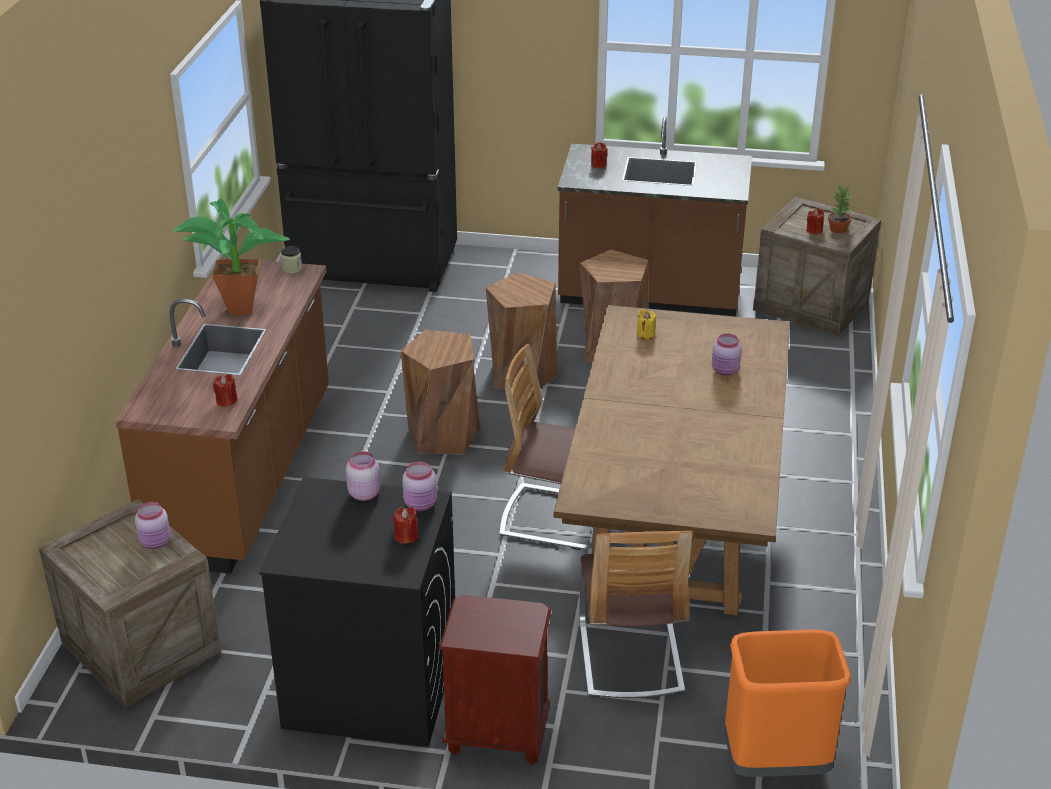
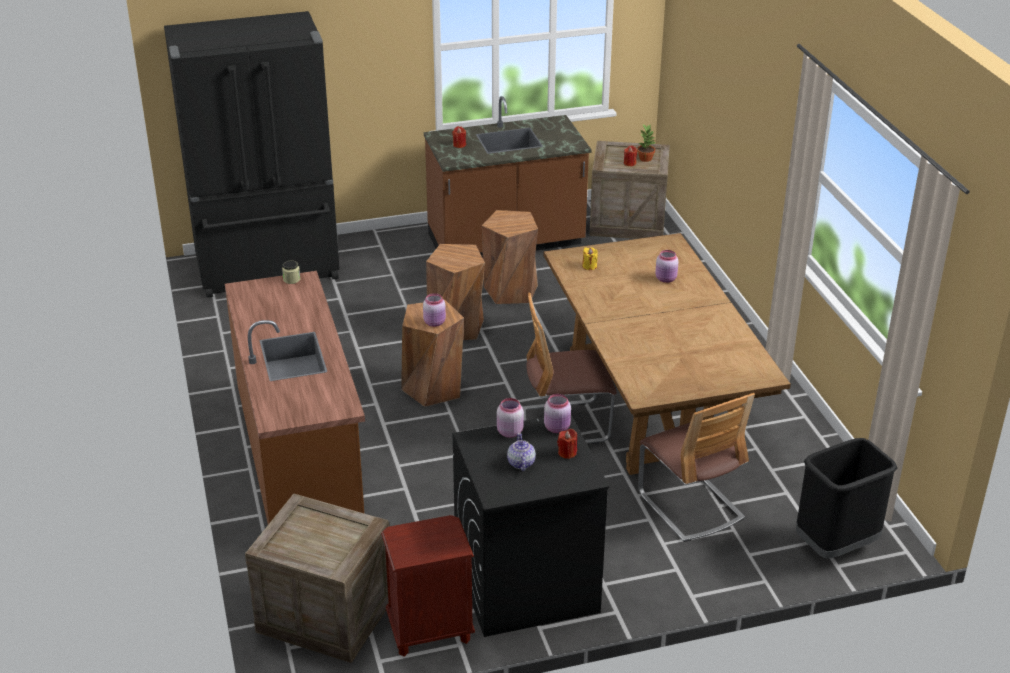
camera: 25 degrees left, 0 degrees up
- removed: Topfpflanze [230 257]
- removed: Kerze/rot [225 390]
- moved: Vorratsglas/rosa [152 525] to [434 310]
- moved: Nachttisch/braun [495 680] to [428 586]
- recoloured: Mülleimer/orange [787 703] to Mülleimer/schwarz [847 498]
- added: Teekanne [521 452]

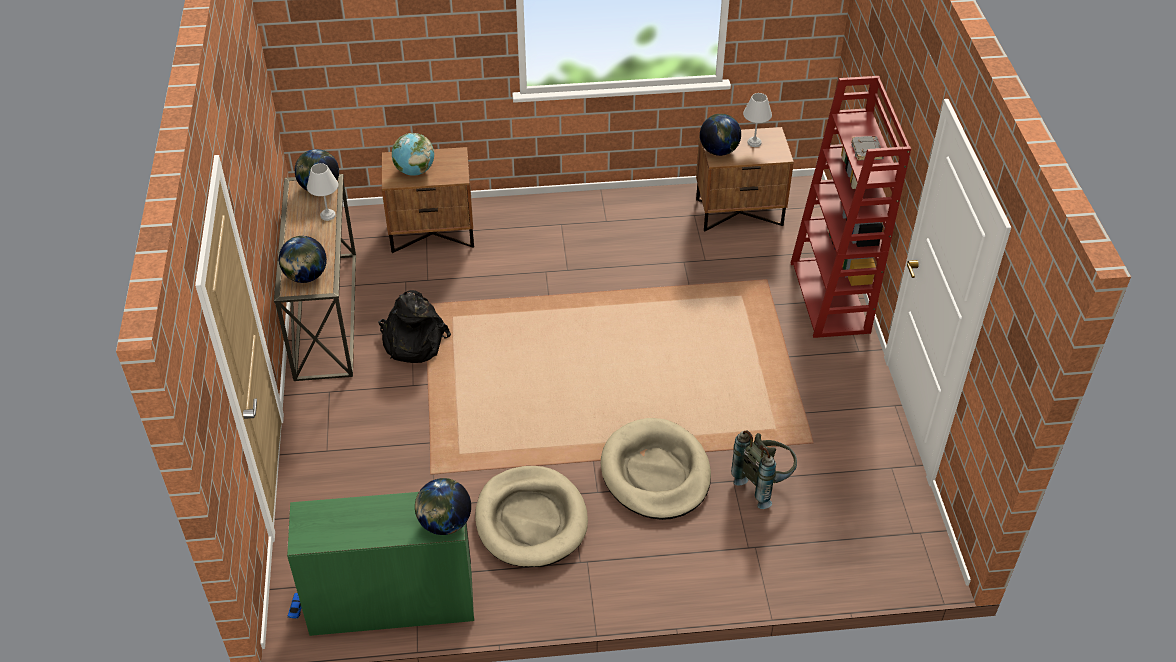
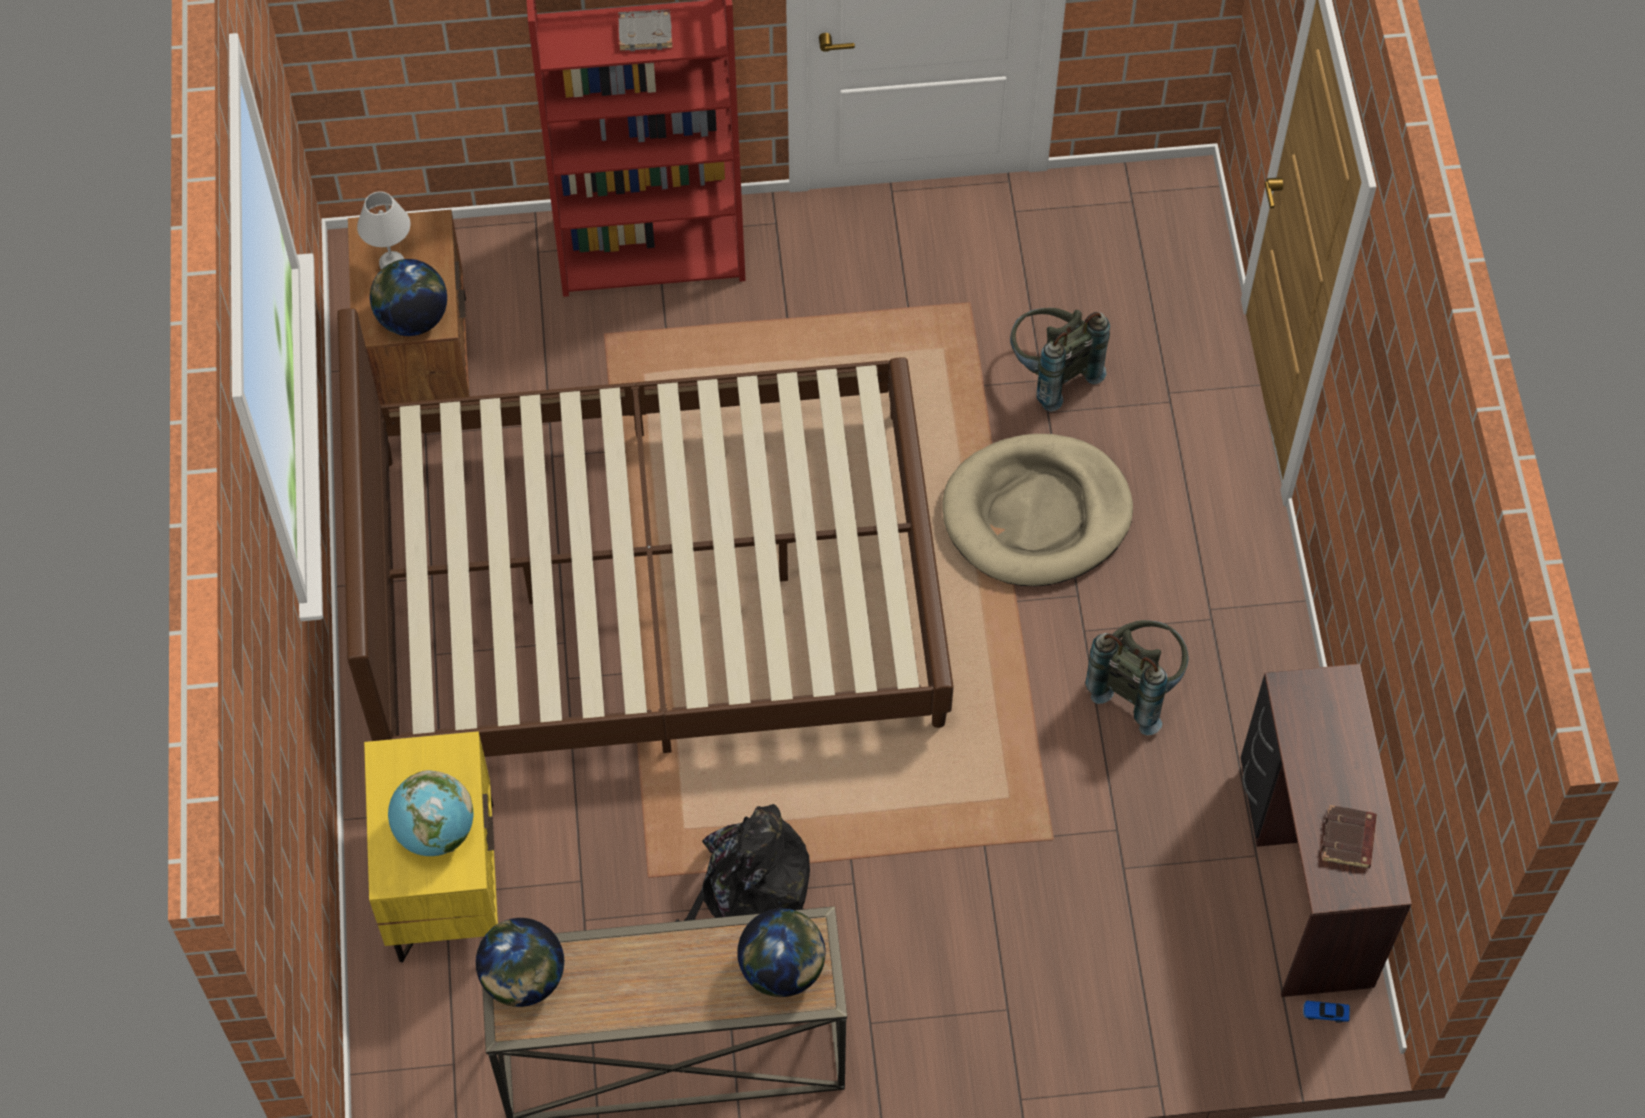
camera: 90 degrees left, 15 degrees up
- recoloured: Nachttisch/braun [428 200] to Nachttisch/gelb [431 847]
- removed: Tischlampe/weiß [322 192]
- replaced: Hundebett/beige [531 516] to Rucksack/grau [1137 677]
- removed: Globus [443 506]
- recoloured: Schreibtisch/grün [380 564] to Schreibtisch/braun [1326 830]
- added: Bett/braun [645 533]
- added: Buch/braun [1349 836]

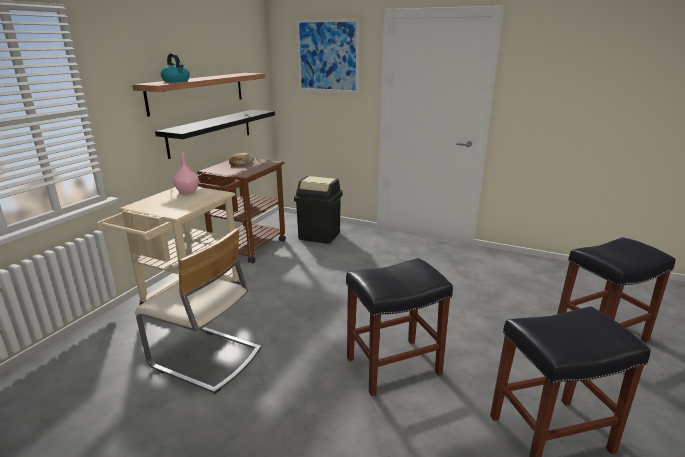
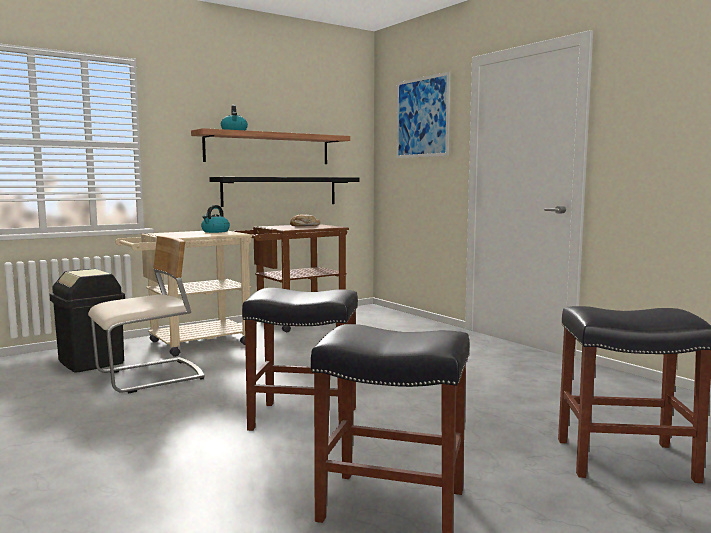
camera: 30 degrees right, 15 degrees down
- replaced: Vase/rosa [186 173] to Wasserkessel [215 219]
- moved: Mülleimer/schwarz [318 210] to [87 320]
- turned: Stuhl/beige [198 311] = [146 314] 90 degrees counterclockwise

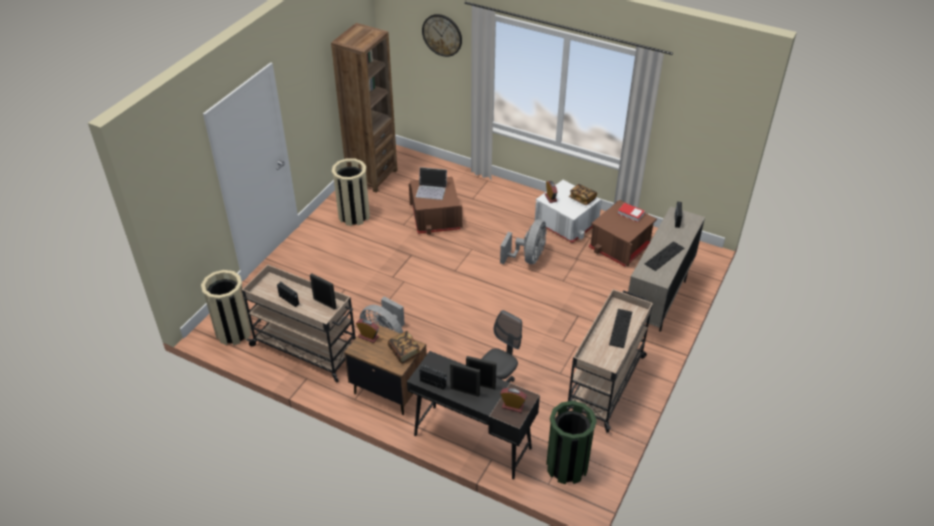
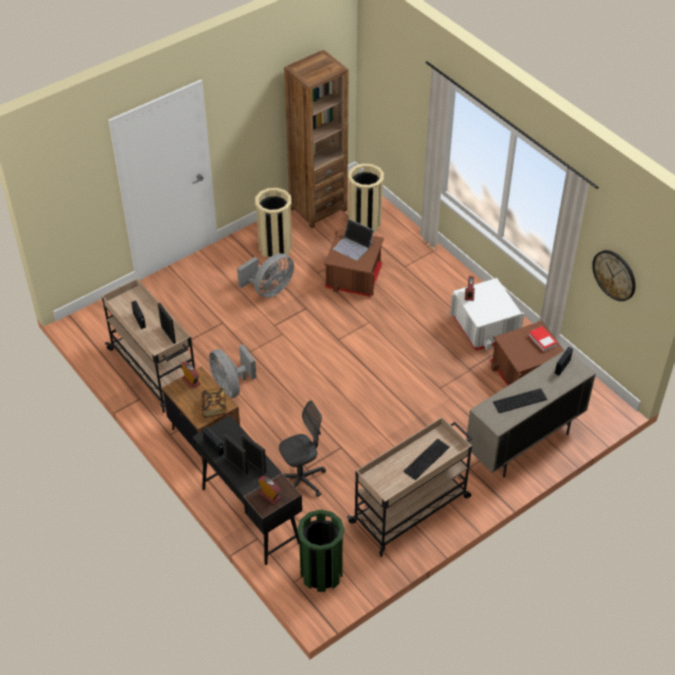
camera: 25 degrees right, 5 degrees up
- moved: Wanduhr [442 35] to [614 275]
- removed: Buch [583 194]
- moved: Ventilator/grau [523 241] to [265 275]
- moved: Mülleimer/beige [226 307] to [366 198]

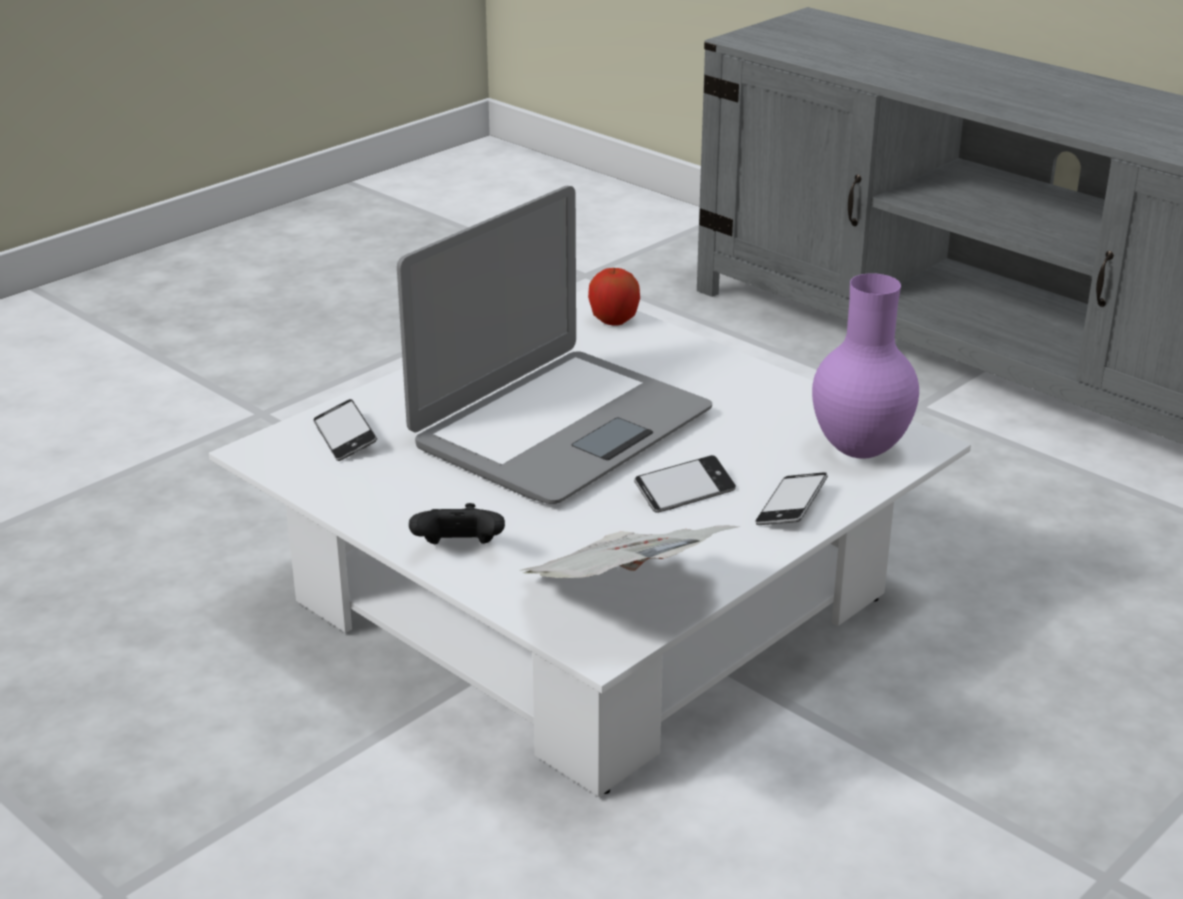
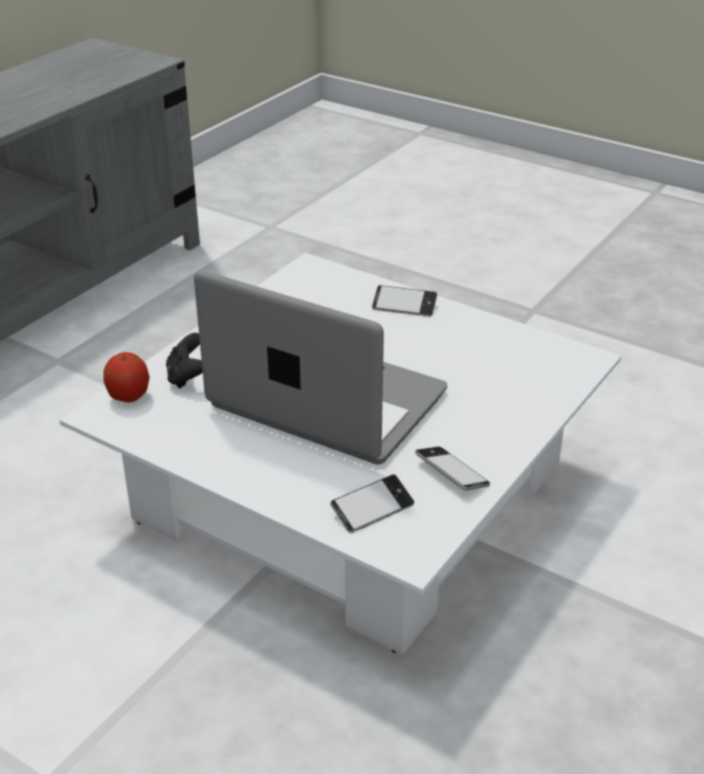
camera: 100 degrees left, 5 degrees up
- removed: Vase/lila [865 366]
- moved: Handy [685 484] to [452 468]
- moved: Gamepad/schwarz [457 523] to [184 361]
- removed: Zeitung [631 551]

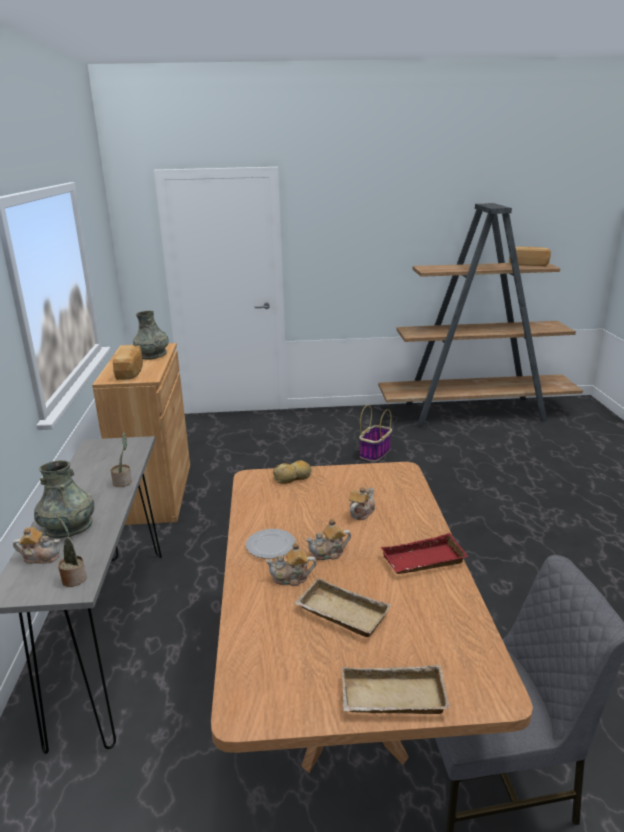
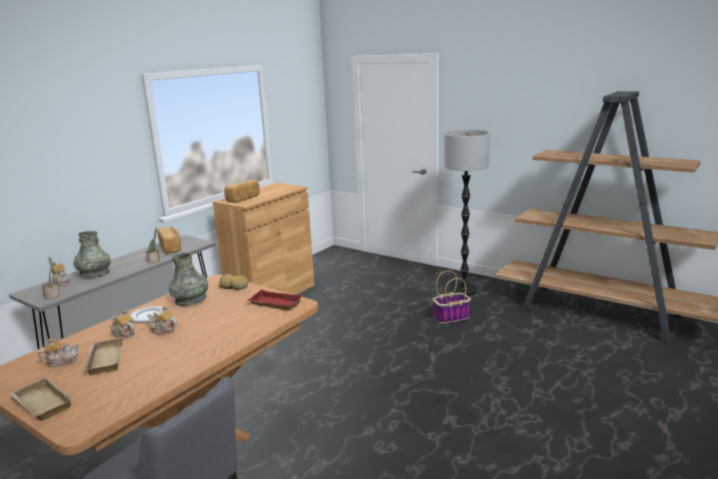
camera: 40 degrees right, 5 degrees down
- moved: Brot [530 256] to [169 240]
- moved: Vase/grau [151 335] to [188 279]
- moved: Teekanne [362 503] to [58 352]
- moved: Tablett/rot [424 553] to [274 300]
- added: Stehlampe [467 213]

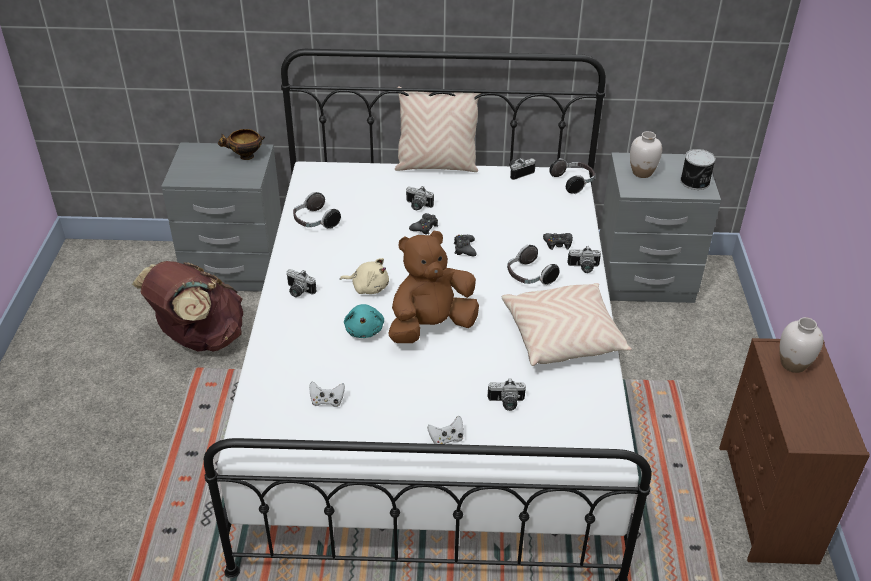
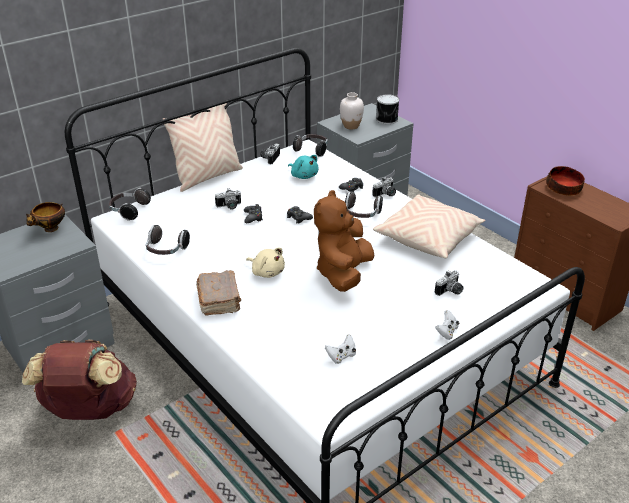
camera: 40 degrees left, 5 degrees down
- turned: Plüschtier/beige [364 276] = [265 263] 60 degrees clockwise
- replaced: Kamera [301 283] to Buch/braun [218 293]
- moved: Plüschtier/türkis [364 321] to [303 167]
- replaced: Vase/weiß [801 345] to Schüssel [565 181]
- added: Kopfhörer [130 204]

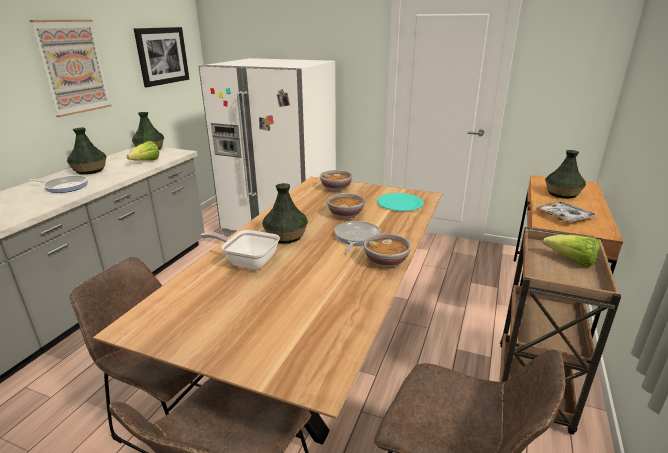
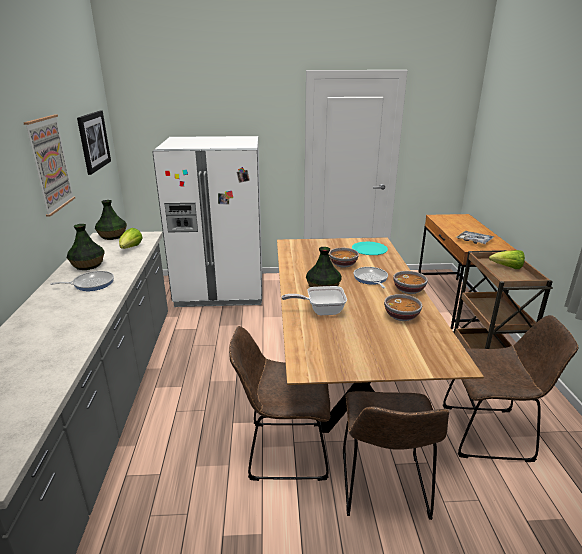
camera: 25 degrees left, 0 degrees up
- removed: Vase [565 174]
- moved: Schüssel [336 180] to [403 307]

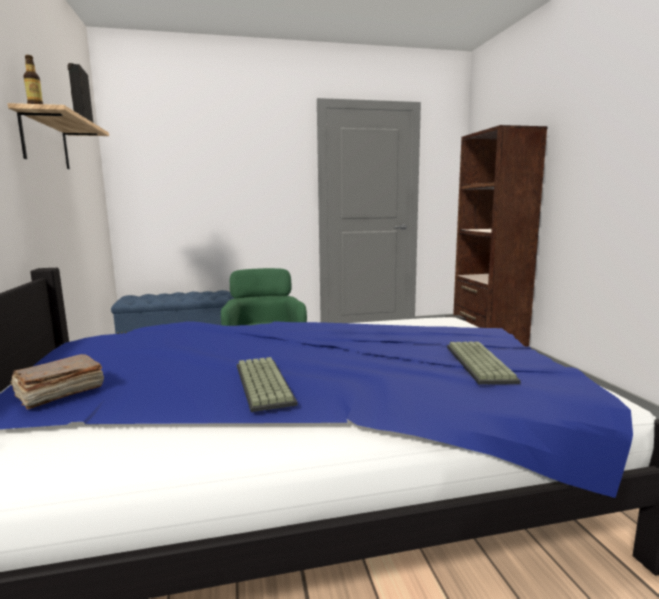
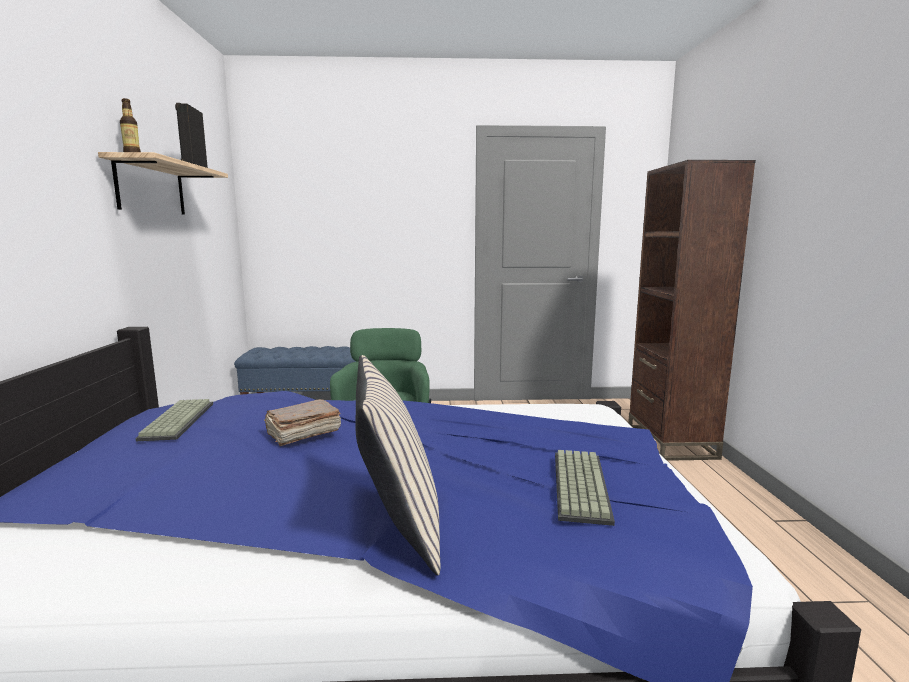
camera: 10 degrees right, 0 degrees up
- moved: Buch/braun [57 382] to [302 422]
- moved: Tastatur [267 384] to [174 420]
- added: Kissen/beige [397 465]

